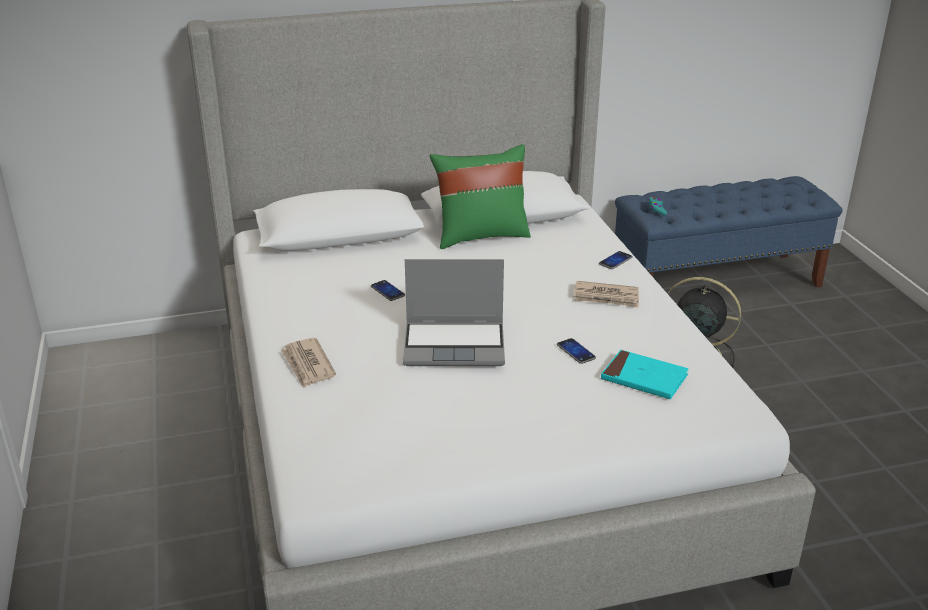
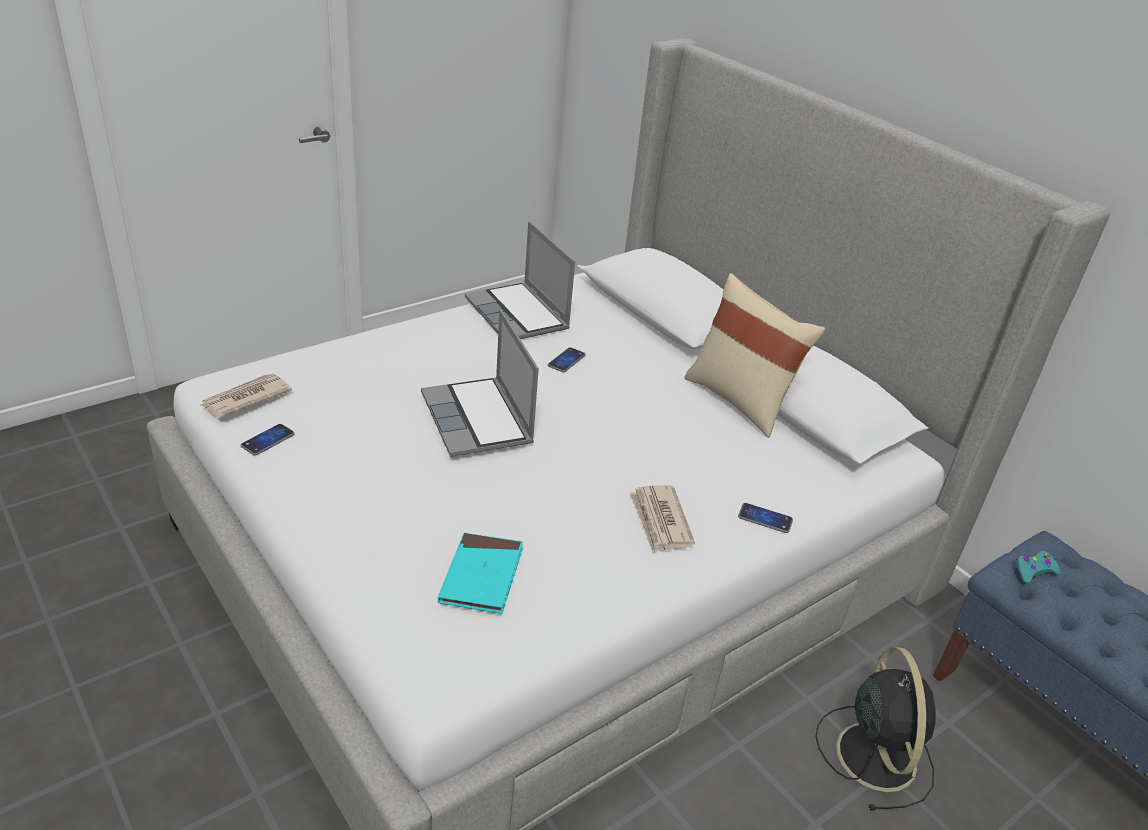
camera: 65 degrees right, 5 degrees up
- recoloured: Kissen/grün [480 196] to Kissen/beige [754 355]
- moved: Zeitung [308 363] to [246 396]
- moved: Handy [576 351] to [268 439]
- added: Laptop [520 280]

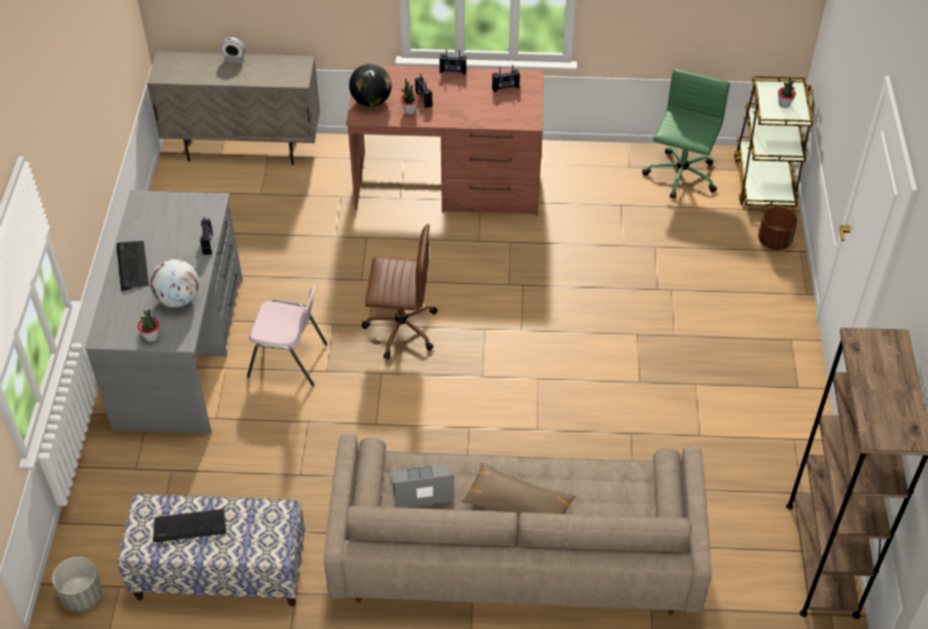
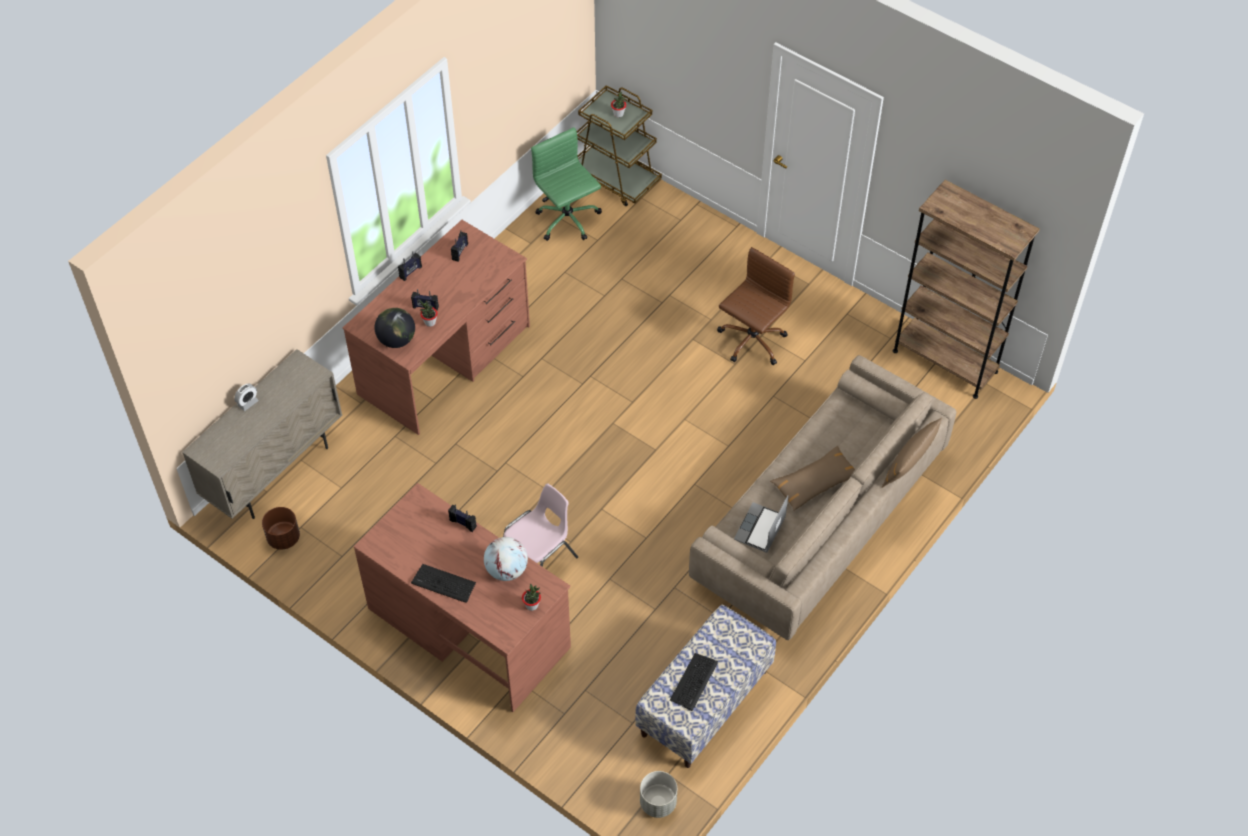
camera: 55 degrees left, 5 degrees up
- recoloured: Schreibtisch/grau [163 312] to Schreibtisch/braun [462 597]
- moved: Pflanzkübel/braun [778 228] to [281 528]
- moved: Bürostuhl/braun [399 292] to [756 306]
- added: Kissen/braun [912 453]

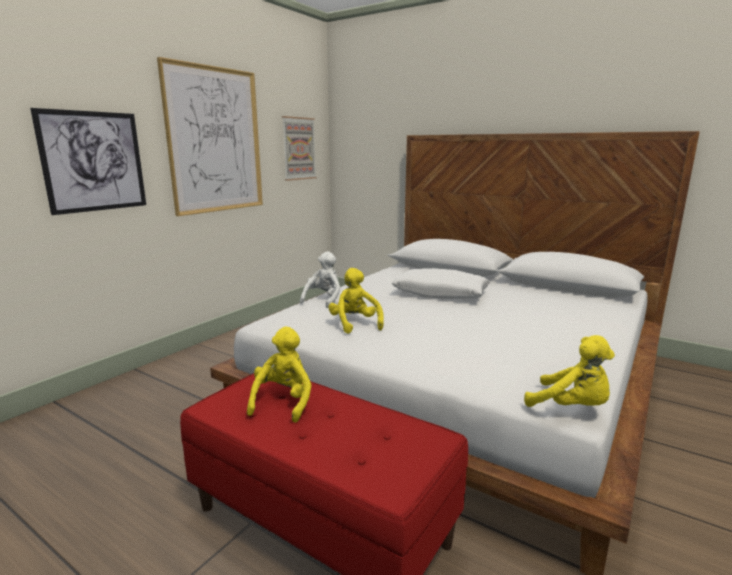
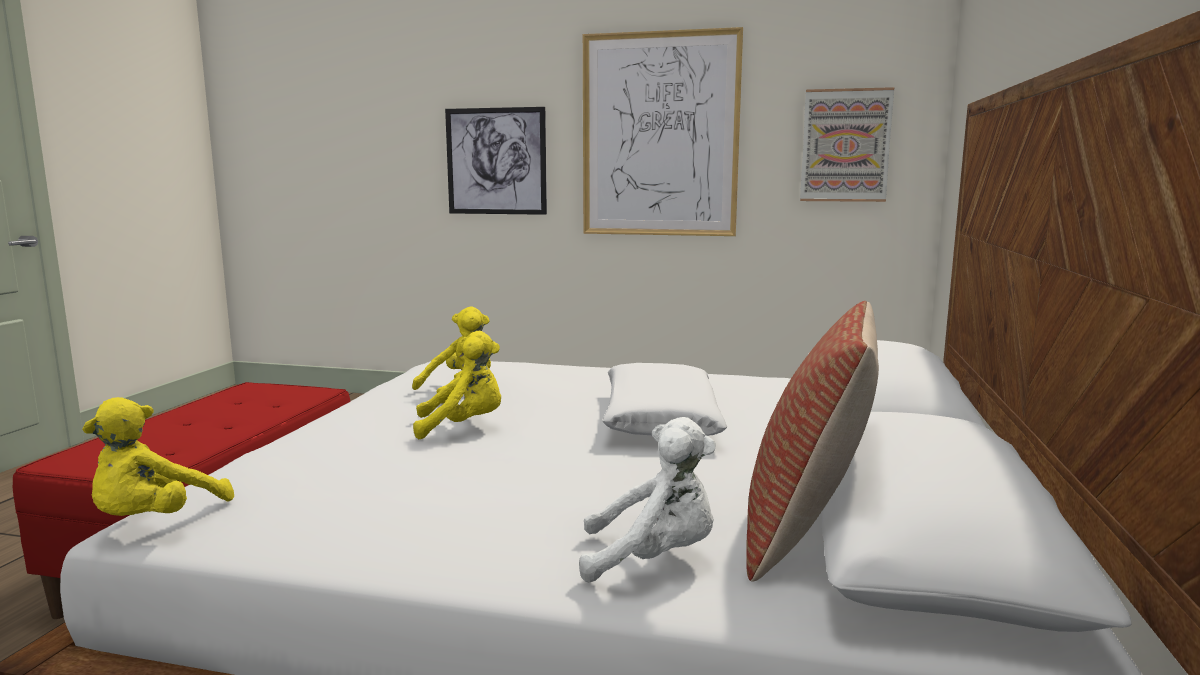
camera: 70 degrees right, 5 degrees down
- moved: Plüschtier/weiß [320 279] to [647 500]
- moved: Plüschtier/gelb [279 375] to [457 385]
- added: Kissen [812 441]

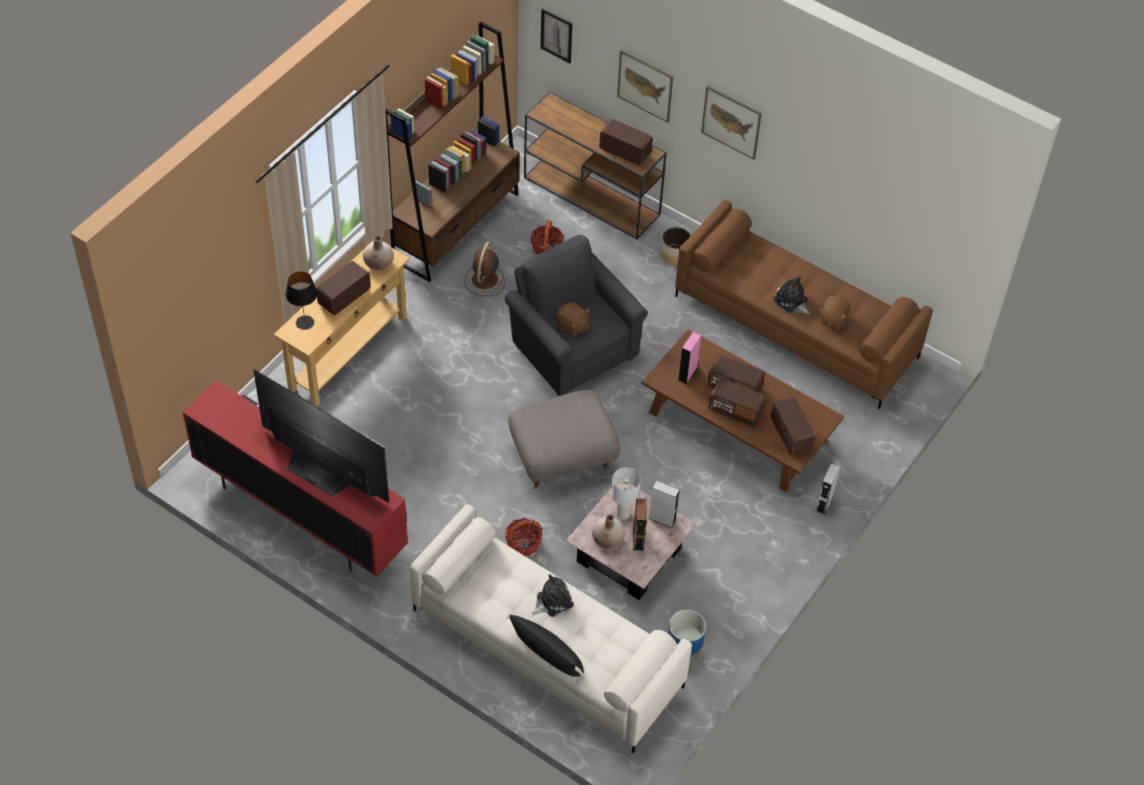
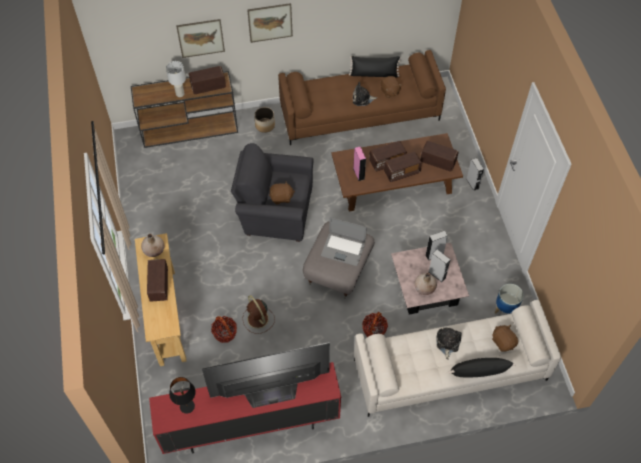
camera: 45 degrees left, 5 degrees up
- removed: Bild [556 35]
- removed: Bücherregal/braun [452 152]
- moved: Korb [547 237] to [224 329]
- moved: Ventilator/braun [484 268] to [258 314]
- moved: Tischlampe/schwarz [301 300] to [182 395]
- moved: Tischlampe/weiß [626 493] to [176 79]
- recoloured: Lautsprecher/braun [640 525] to Lautsprecher/grau [440 266]
- added: Kissen/schwarz [375 67]
- added: Laptop [344 241]
- added: Plüschtier/braun [505 338]

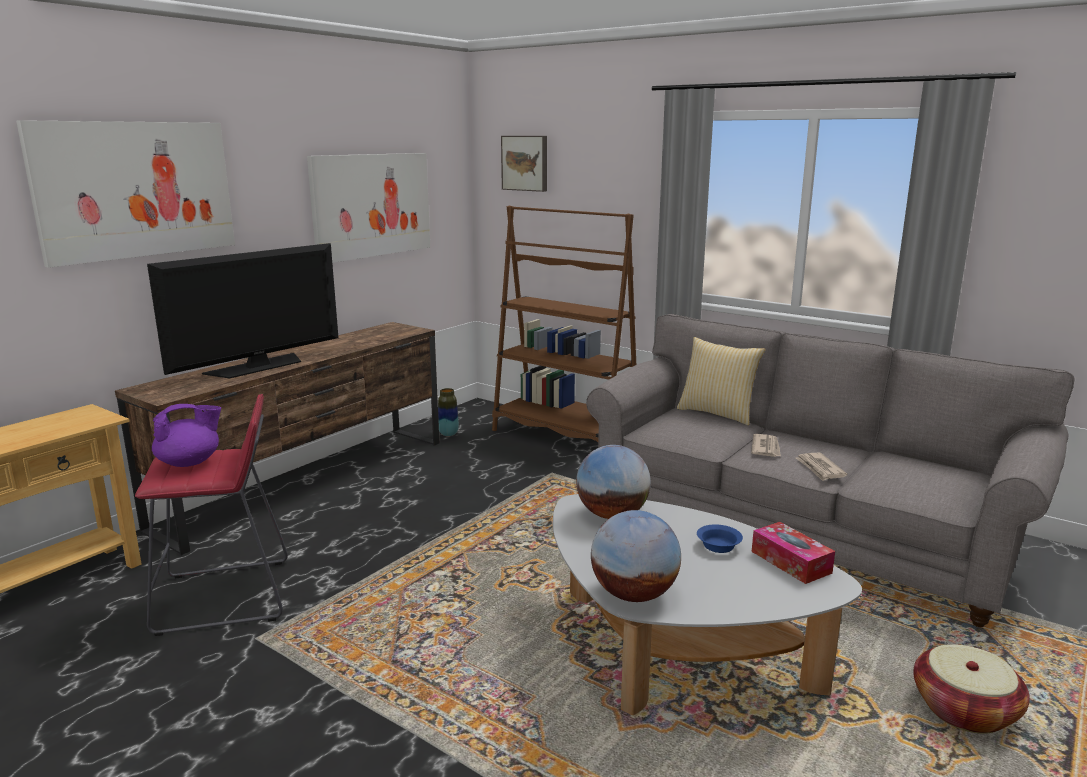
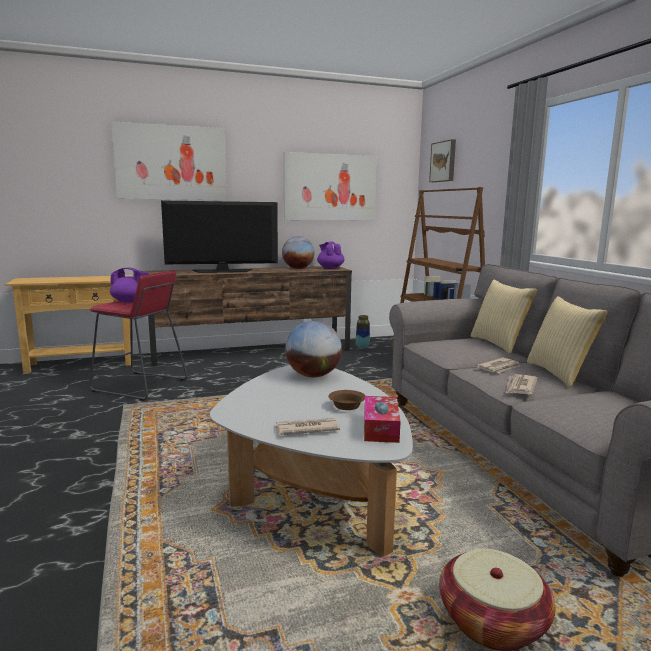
camera: 35 degrees right, 5 degrees down
- moved: Globus [636 556] to [298 252]
- recoloured: Schüssel/blau [720 538] to Schüssel/braun [347 400]
- added: Teekanne/lila [331 255]
- added: Kissen [567 341]
- added: Zeitung [307 426]

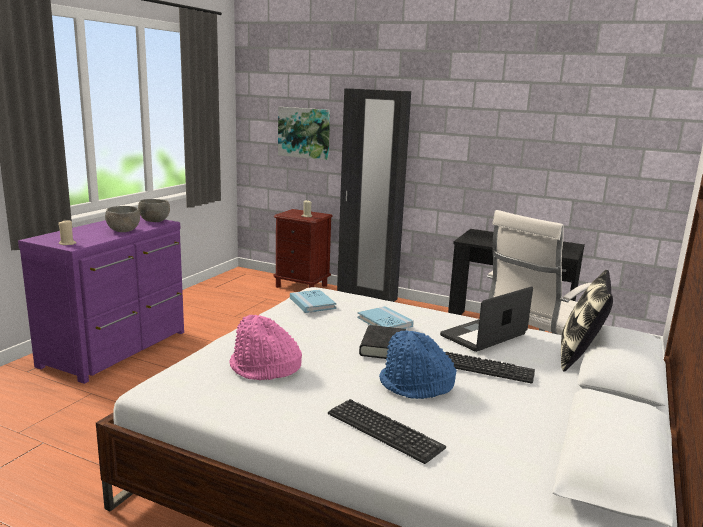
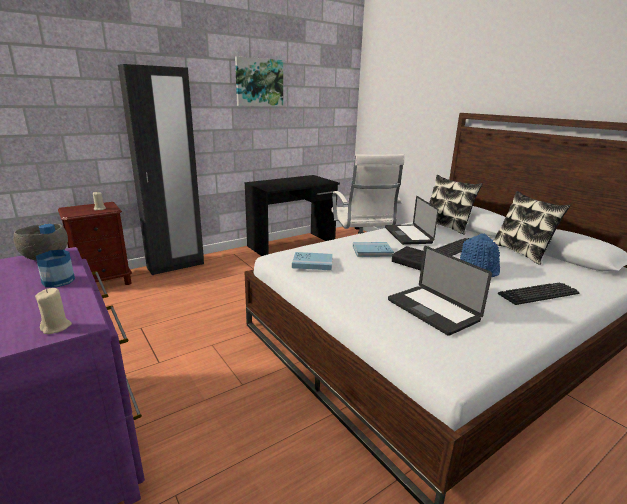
camera: 60 degrees left, 5 degrees up
- moved: Bild [304 133] to [259 81]
- replaced: Schüssel/grau [122 219] to Flasche [55 255]
- replaced: Hut/rosa [266 347] to Laptop [440 291]
- added: Kissen [531 228]

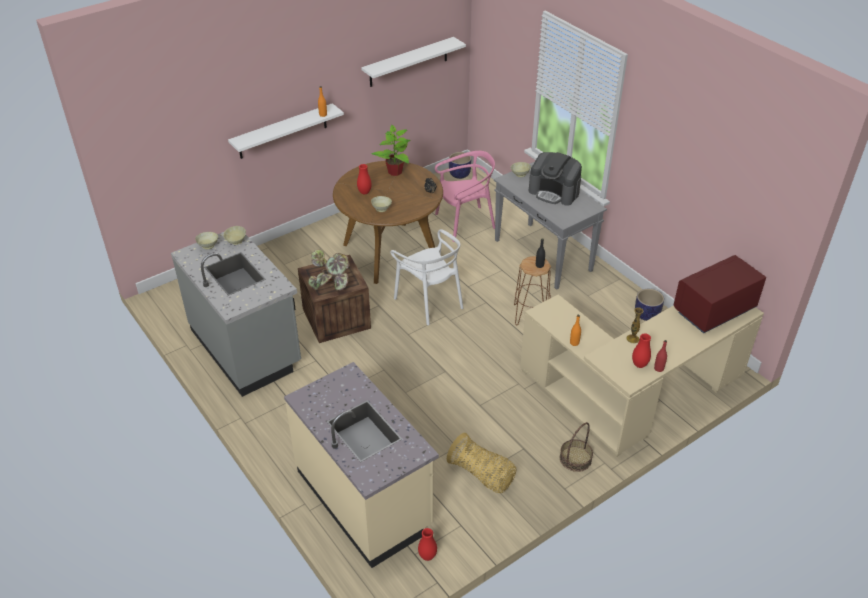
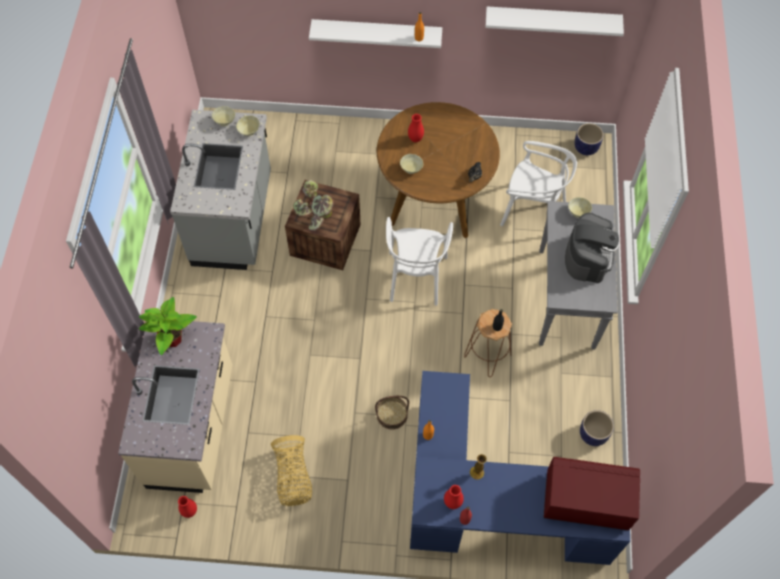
camera: 40 degrees right, 20 degrees up
- moved: Topfpflanze [390 150] to [168 326]
- recoloured: Stuhl/rosa [465 196] to Stuhl/weiß [538 183]
- turned: Kaffeemaschine [555 179] = [592 248] 150 degrees counterclockwise
- recoloured: Schreibtisch/beige [642 375] to Schreibtisch/blau [520 468]
- moved: Korb [576 447] to [392 413]

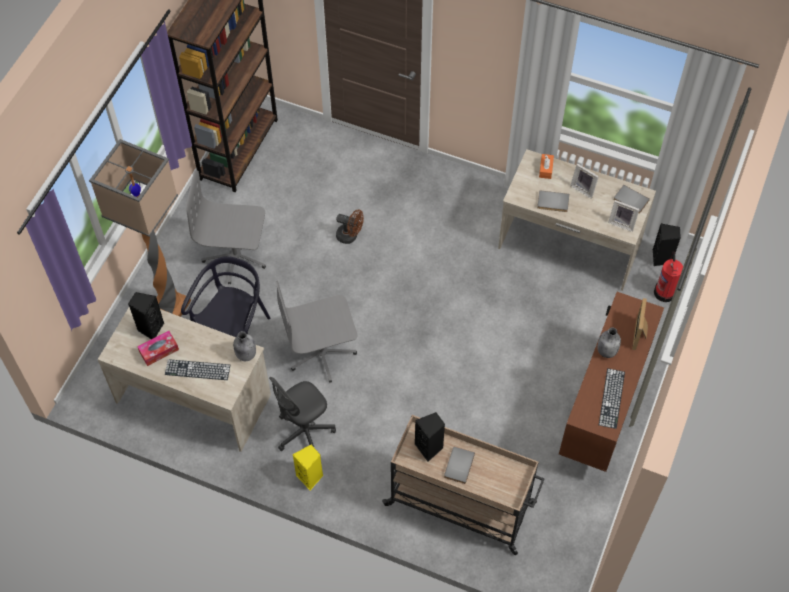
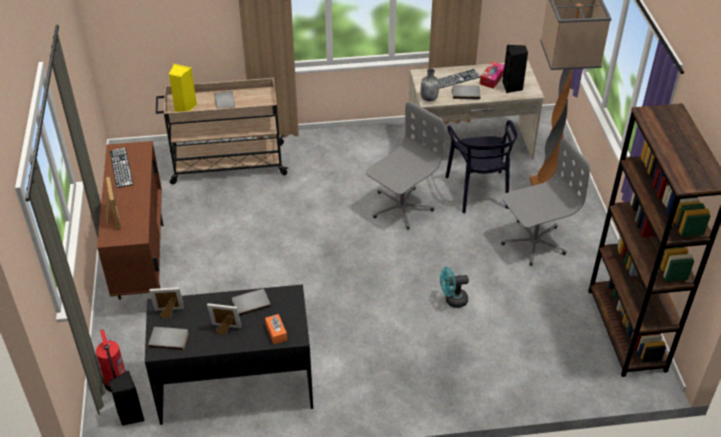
camera: 150 degrees right, 15 degrees down
- recoloured: Schreibtisch/beige [577 220] to Schreibtisch/schwarz [229 354]
- recoloured: Ventilator/braun [350 226] to Ventilator/türkis [454 287]
- removed: Flasche/grau [609 342]
- removed: Bürostuhl/grau [302 414]
- removed: Lautsprecher/schwarz [430 437]
- moved: Lautsprecher/gelb [307 467] to [183 88]
- added: Buch/grau [466 92]

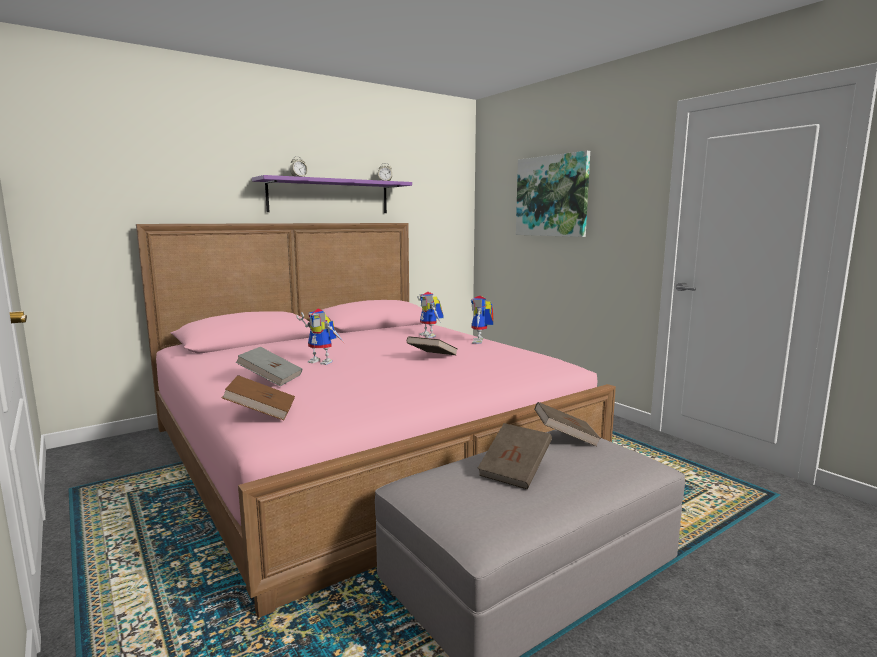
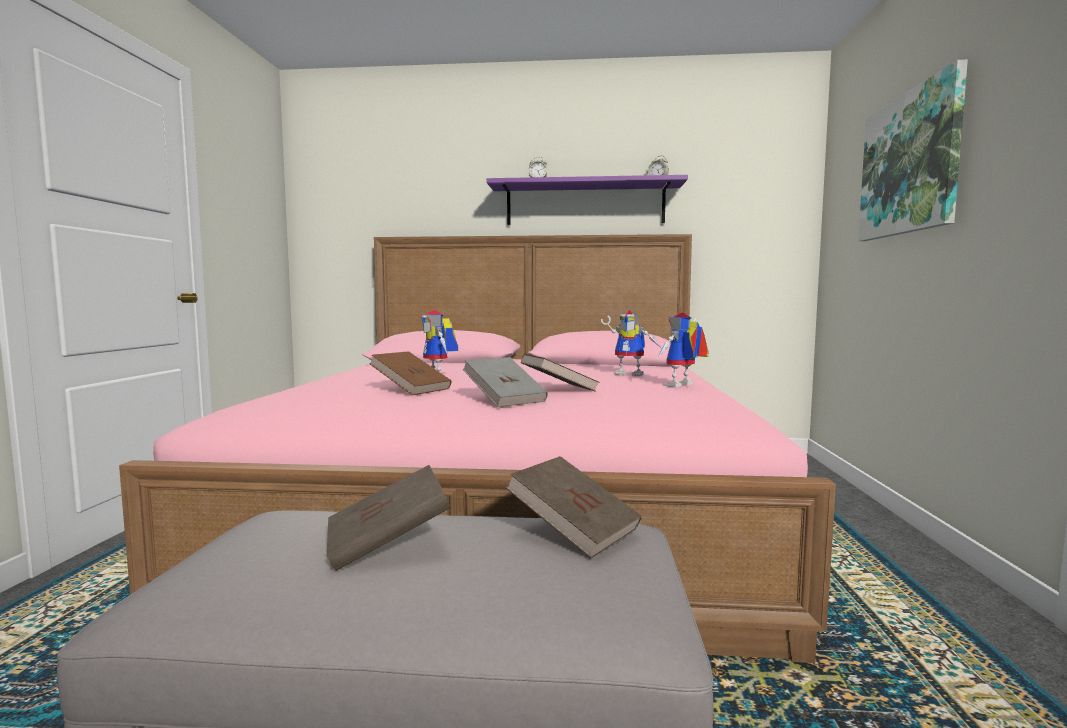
camera: 40 degrees right, 5 degrees down
- turned: Spielzeugroboter [430 315] = [631 343] 75 degrees counterclockwise
- moved: Buch/grau [268 366] to [505 382]
- moved: Buch/braun [258 397] to [410 373]

